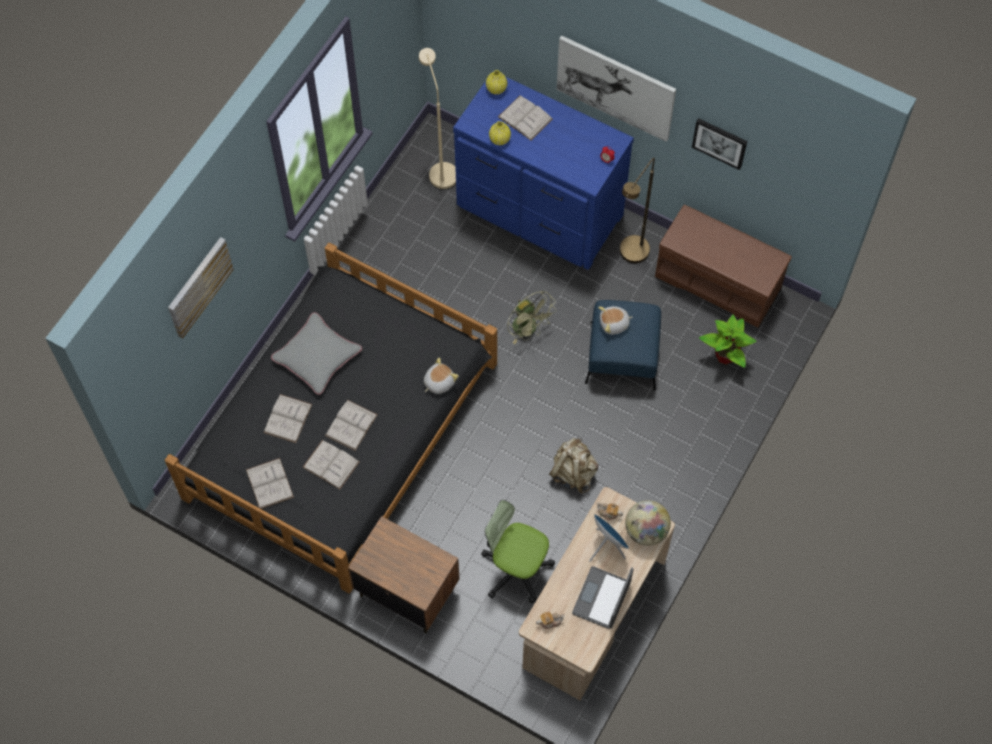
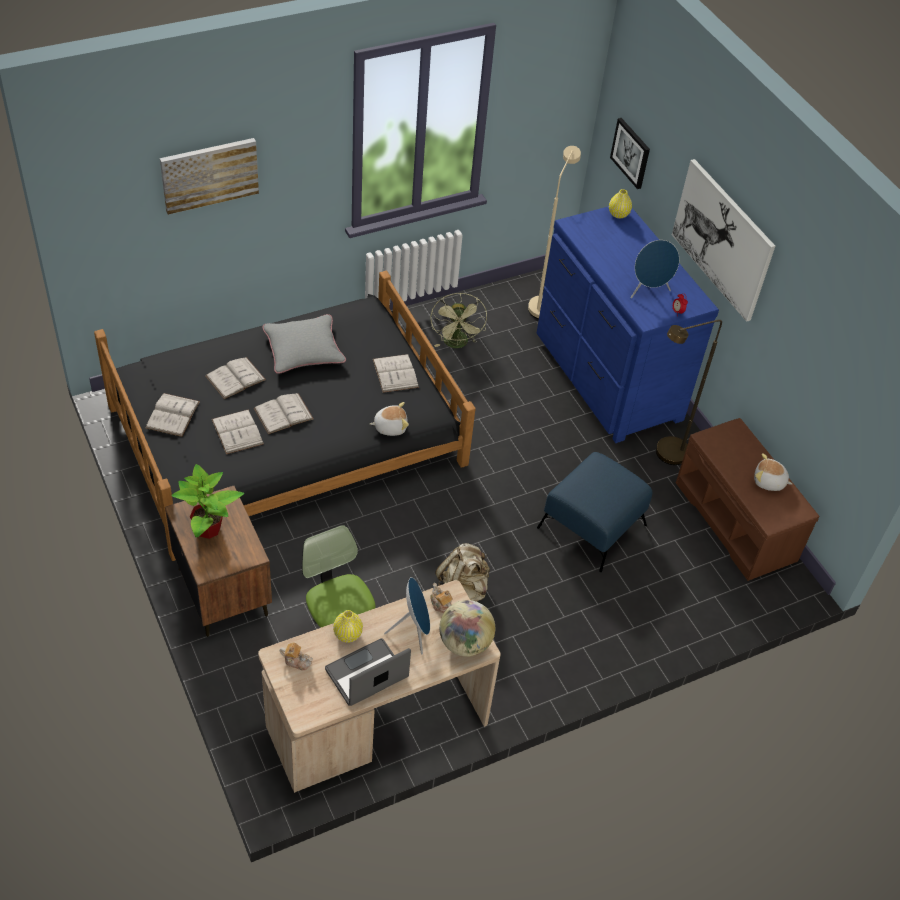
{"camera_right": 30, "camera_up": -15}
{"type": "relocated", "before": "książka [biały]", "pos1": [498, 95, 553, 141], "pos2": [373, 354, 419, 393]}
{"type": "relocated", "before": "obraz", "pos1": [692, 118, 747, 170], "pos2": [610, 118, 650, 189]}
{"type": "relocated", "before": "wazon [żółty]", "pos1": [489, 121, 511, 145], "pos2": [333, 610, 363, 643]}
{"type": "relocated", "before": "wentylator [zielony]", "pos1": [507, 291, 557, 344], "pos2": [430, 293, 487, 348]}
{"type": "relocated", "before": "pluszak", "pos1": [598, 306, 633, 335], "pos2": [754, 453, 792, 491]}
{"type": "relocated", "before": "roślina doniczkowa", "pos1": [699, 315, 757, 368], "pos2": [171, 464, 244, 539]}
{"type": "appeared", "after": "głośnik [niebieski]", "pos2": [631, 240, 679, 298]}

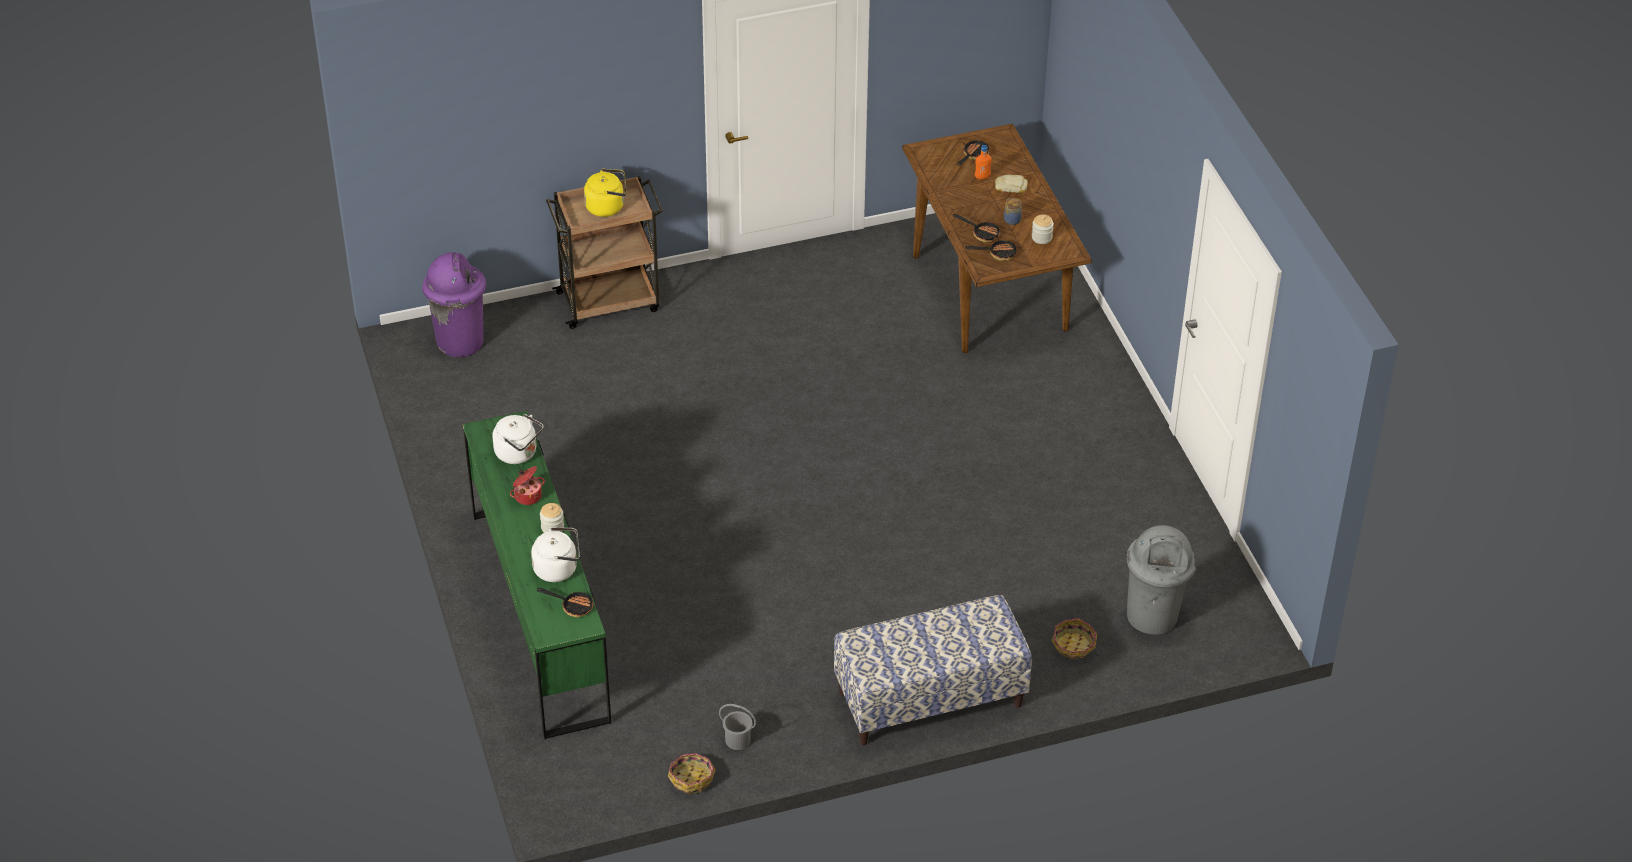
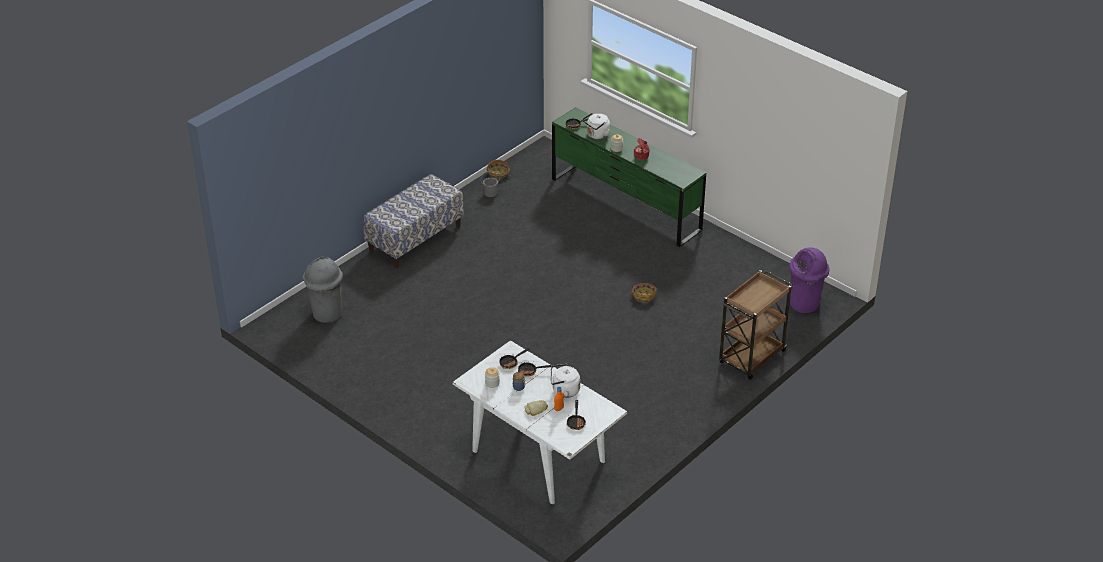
{"camera_right": 150, "camera_up": -5}
{"type": "colour", "before": "stół jadalny [brązowy]", "after": "stół jadalny [biały]", "pos1": [902, 124, 1092, 353], "pos2": [452, 340, 627, 504]}
{"type": "missing", "before": "czajnik [żółty]", "pos1": [584, 169, 627, 217]}
{"type": "relocated", "before": "czajnik [biały]", "pos1": [493, 414, 544, 464], "pos2": [551, 364, 580, 398]}
{"type": "relocated", "before": "koszyk", "pos1": [1052, 618, 1097, 662], "pos2": [631, 283, 657, 303]}

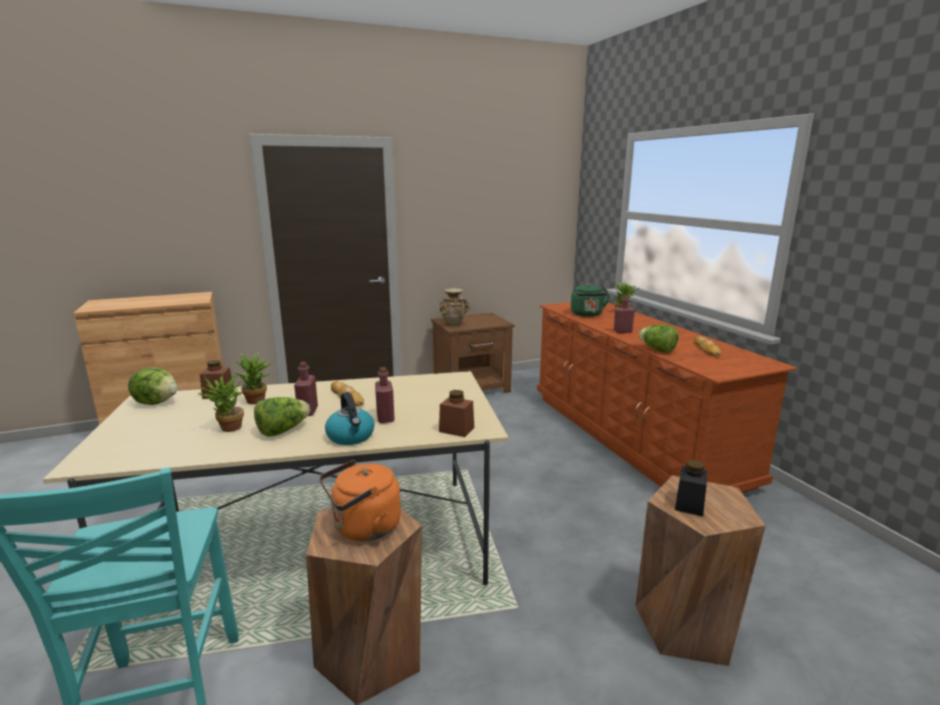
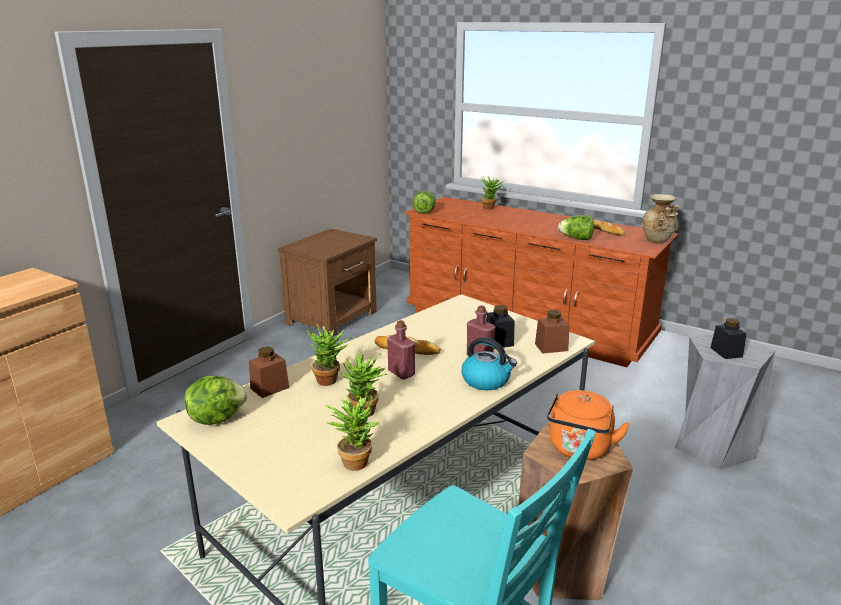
{"camera_right": -35, "camera_up": 5}
{"type": "missing", "before": "czajnik [zielony]", "pos1": [571, 283, 611, 317]}
{"type": "relocated", "before": "wazon [beżowy]", "pos1": [439, 288, 470, 326], "pos2": [641, 194, 679, 244]}
{"type": "missing", "before": "butelka [czerwony]", "pos1": [614, 296, 635, 333]}
{"type": "relocated", "before": "sałata", "pos1": [254, 397, 310, 437], "pos2": [413, 191, 436, 214]}
{"type": "colour", "before": "stołek [brązowy]", "after": "stołek [szary]", "pos1": [635, 475, 766, 666], "pos2": [675, 334, 775, 470]}
{"type": "appeared", "after": "słoik [czarny]", "pos2": [486, 305, 514, 349]}
{"type": "appeared", "after": "roślina doniczkowa", "pos2": [325, 394, 379, 471]}

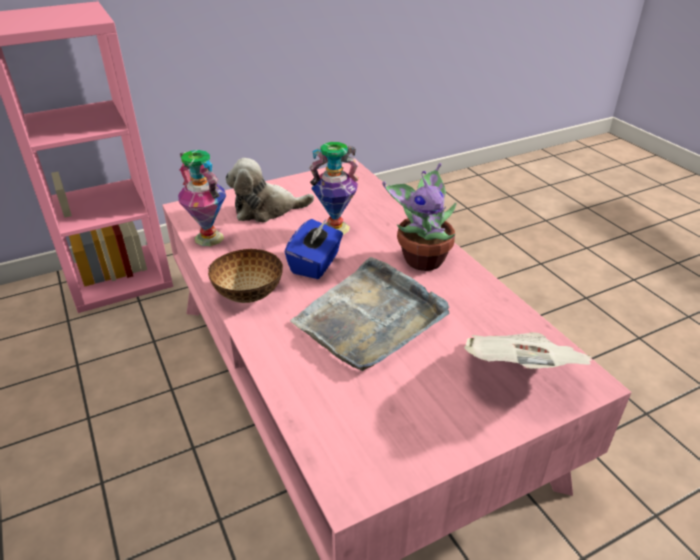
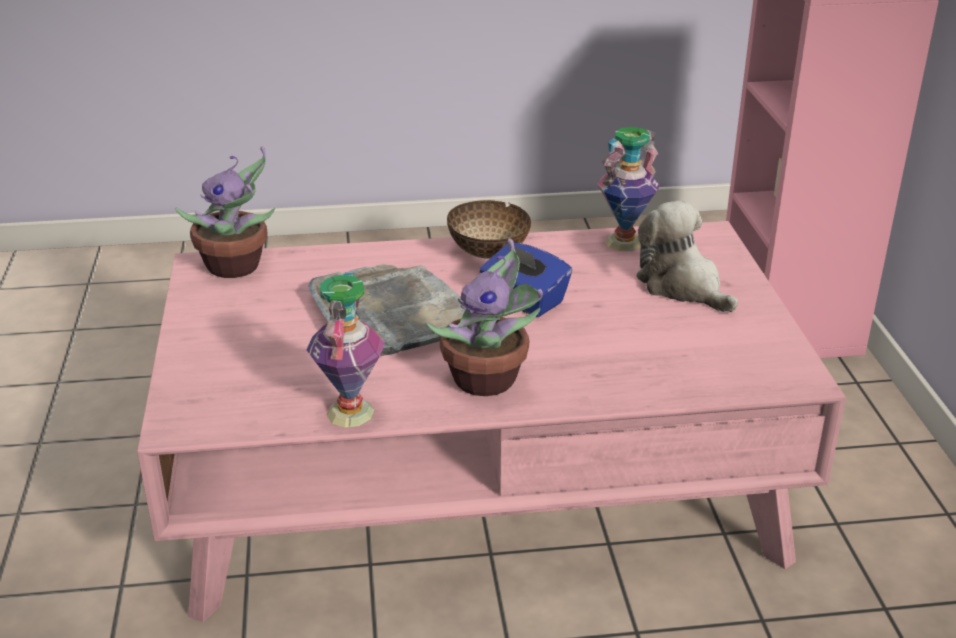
{"camera_right": 110, "camera_up": -5}
{"type": "relocated", "before": "wazon", "pos1": [309, 142, 359, 235], "pos2": [306, 273, 385, 428]}
{"type": "spun", "before": "pluszak", "pos1": [225, 158, 314, 223], "pos2": [636, 201, 738, 312], "turn": -45}
{"type": "missing", "before": "gazeta", "pos1": [464, 332, 591, 369]}
{"type": "appeared", "after": "roślina doniczkowa", "pos2": [175, 146, 275, 278]}

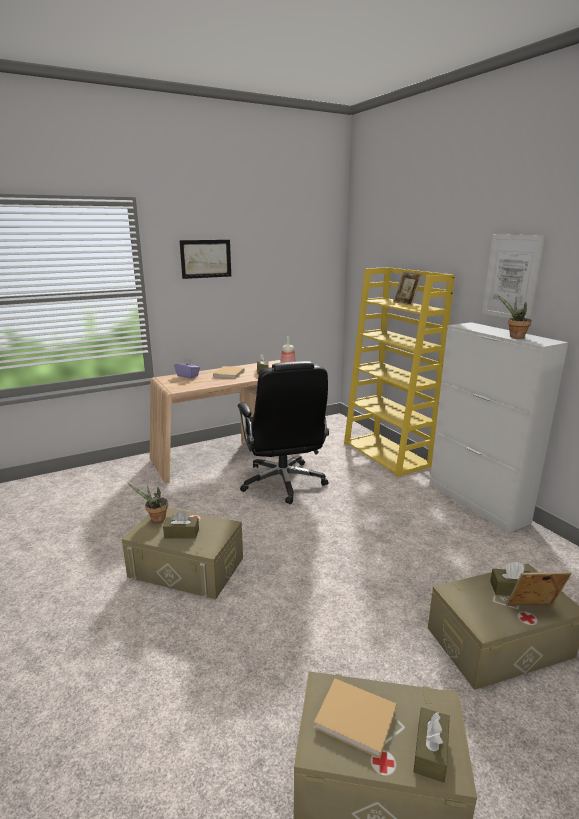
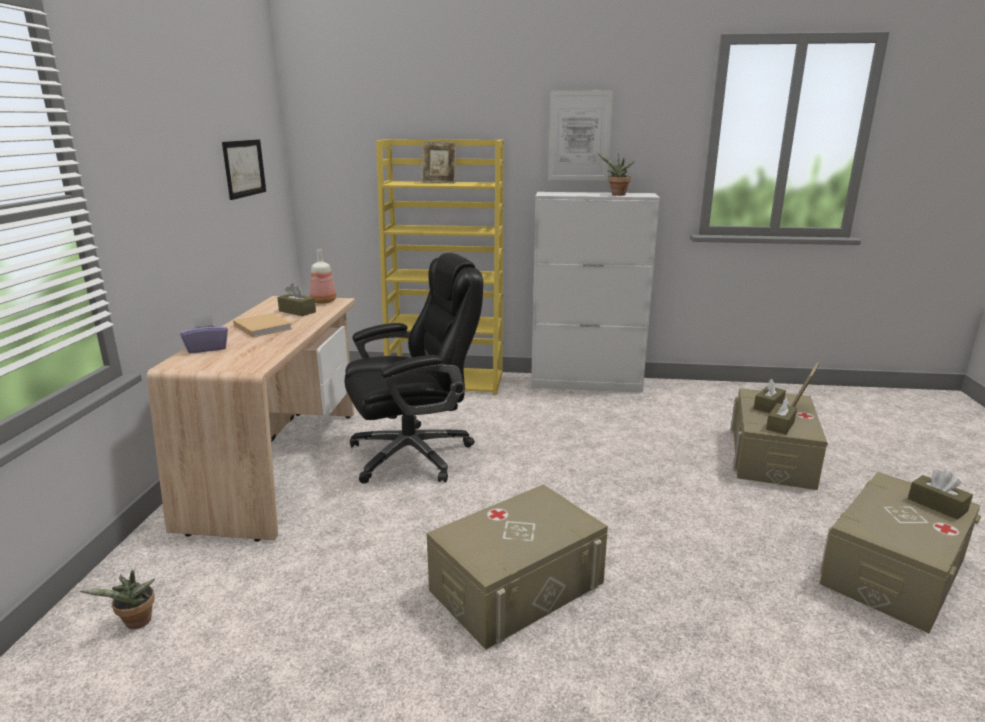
{"camera_right": -55, "camera_up": 0}
{"type": "relocated", "before": "obraz", "pos1": [179, 240, 231, 279], "pos2": [222, 139, 266, 200]}
{"type": "spun", "before": "krzesło biurowe [czarny]", "pos1": [238, 361, 329, 504], "pos2": [345, 253, 483, 484], "turn": -45}
{"type": "relocated", "before": "roślina doniczkowa", "pos1": [128, 483, 168, 522], "pos2": [80, 570, 155, 629]}
{"type": "relocated", "before": "pudełko chusteczek [brązowy]", "pos1": [163, 511, 199, 539], "pos2": [766, 398, 797, 435]}
{"type": "missing", "before": "książka [beżowy]", "pos1": [314, 679, 396, 759]}

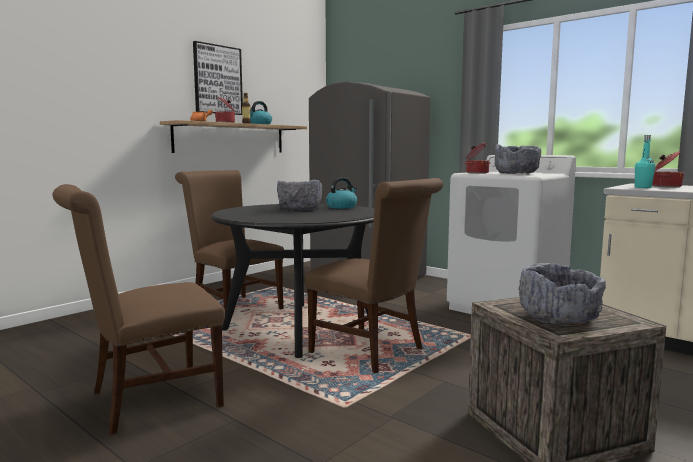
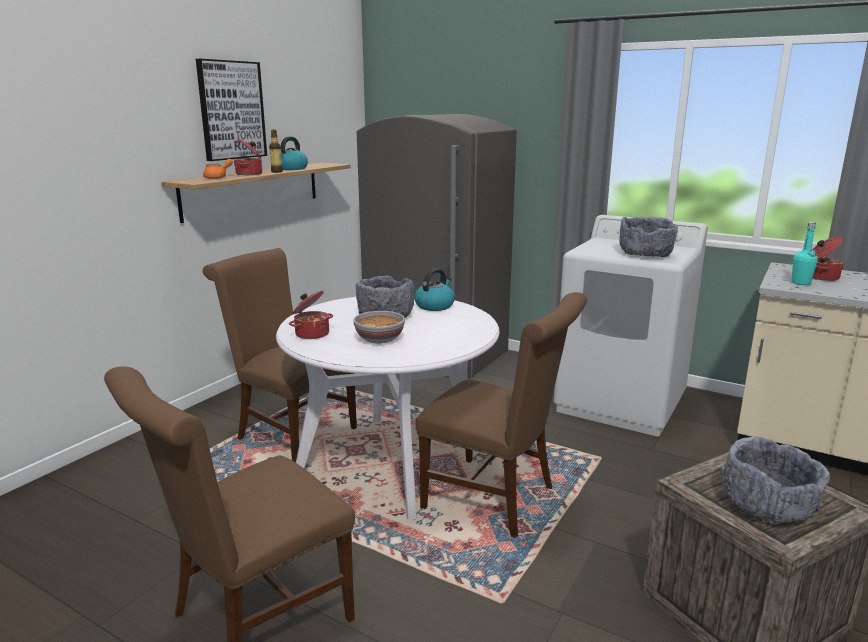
{"camera_right": -10, "camera_up": 10}
{"type": "relocated", "before": "garnek", "pos1": [465, 143, 491, 174], "pos2": [289, 291, 333, 339]}
{"type": "colour", "before": "stół jadalny [czarny]", "after": "stół jadalny [biały]", "pos1": [211, 204, 374, 358], "pos2": [276, 297, 500, 520]}
{"type": "appeared", "after": "miska", "pos2": [353, 311, 405, 343]}

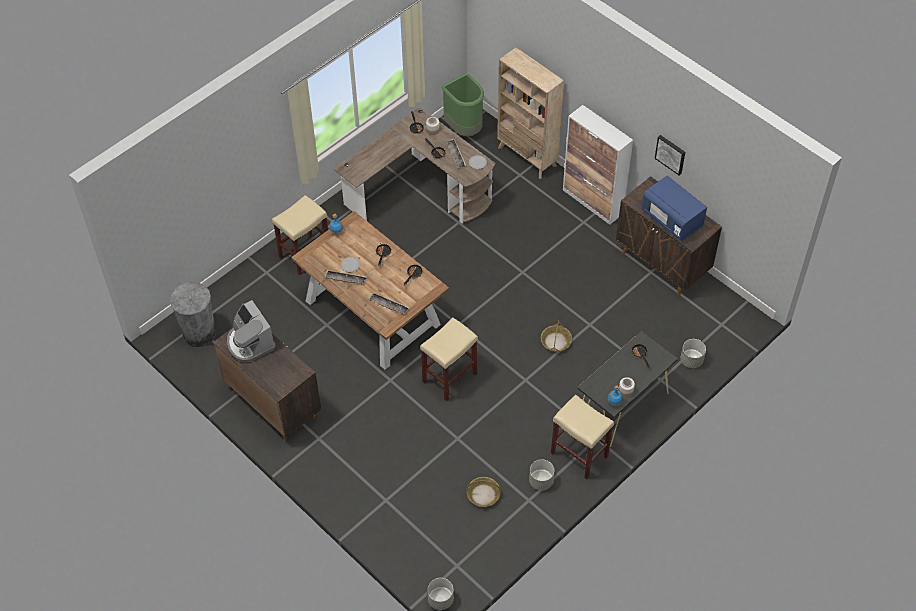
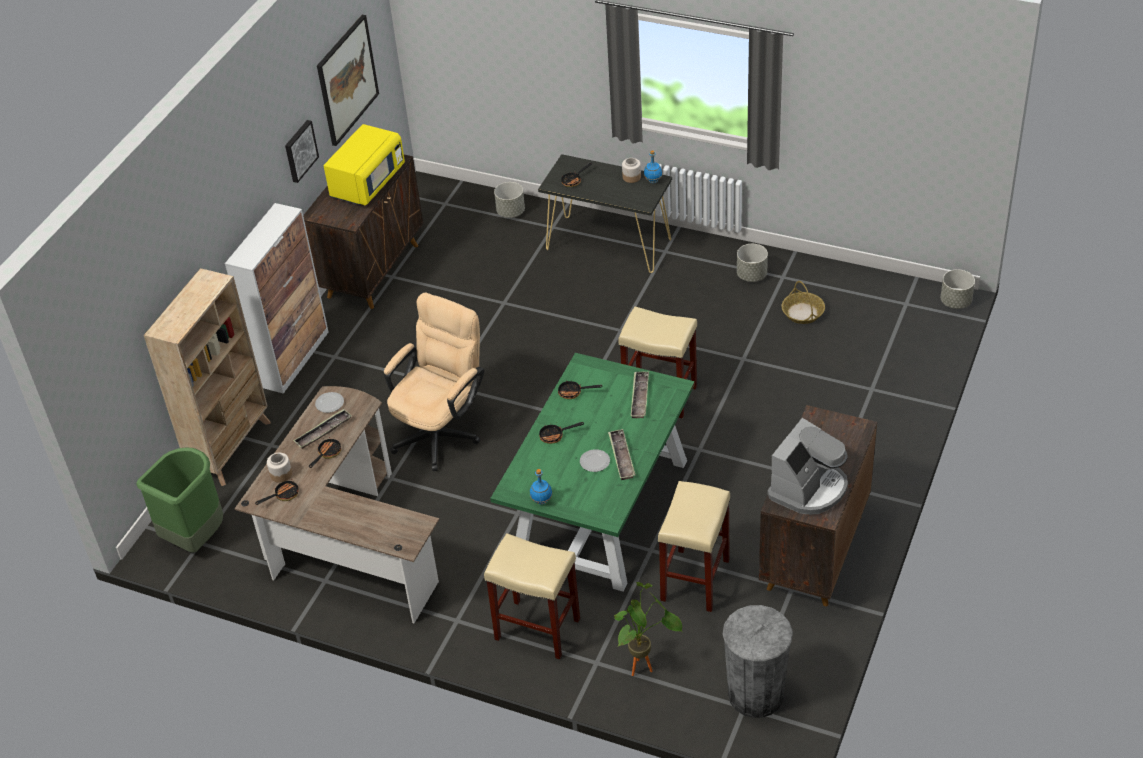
{"camera_right": -110, "camera_up": -10}
{"type": "colour", "before": "mikrofalówka [niebieski]", "after": "mikrofalówka [żółty]", "pos1": [641, 175, 707, 241], "pos2": [324, 124, 405, 205]}
{"type": "colour", "before": "stół jadalny [brązowy]", "after": "stół jadalny [zielony]", "pos1": [291, 211, 449, 370], "pos2": [490, 353, 695, 592]}
{"type": "missing", "before": "koszyk", "pos1": [541, 320, 572, 352]}
{"type": "relocated", "before": "stołek [beżowy]", "pos1": [551, 395, 614, 480], "pos2": [658, 481, 731, 612]}
{"type": "appeared", "after": "obraz", "pos2": [317, 15, 379, 146]}
{"type": "appeared", "after": "krzesło biurowe [beżowy]", "pos2": [384, 292, 485, 471]}
{"type": "appeared", "after": "roślina doniczkowa", "pos2": [614, 582, 682, 676]}

